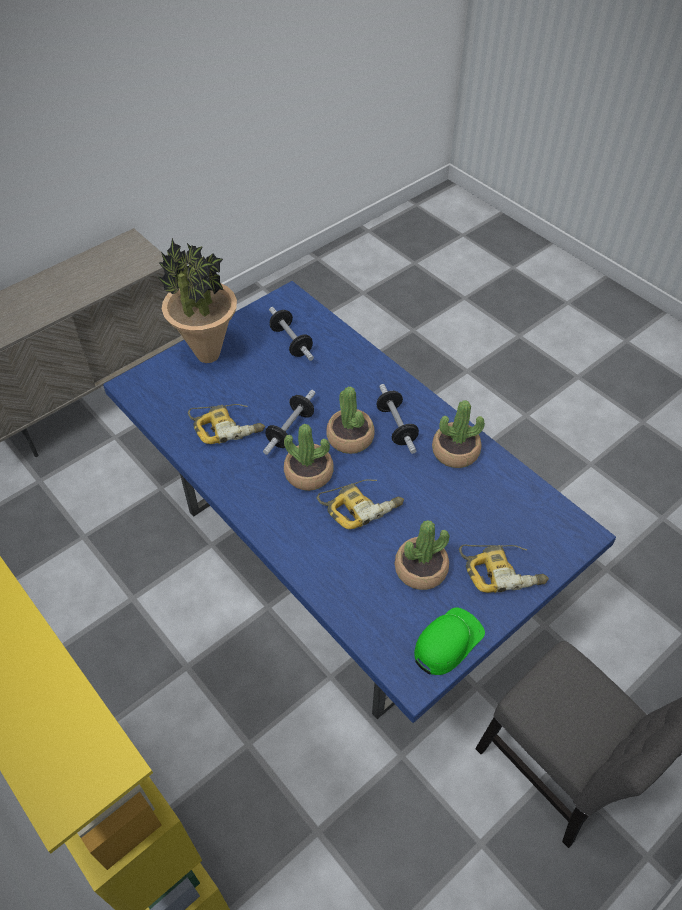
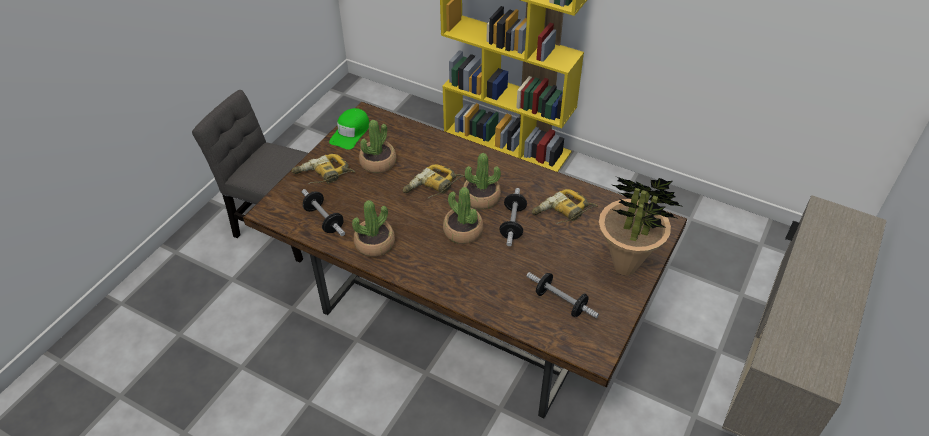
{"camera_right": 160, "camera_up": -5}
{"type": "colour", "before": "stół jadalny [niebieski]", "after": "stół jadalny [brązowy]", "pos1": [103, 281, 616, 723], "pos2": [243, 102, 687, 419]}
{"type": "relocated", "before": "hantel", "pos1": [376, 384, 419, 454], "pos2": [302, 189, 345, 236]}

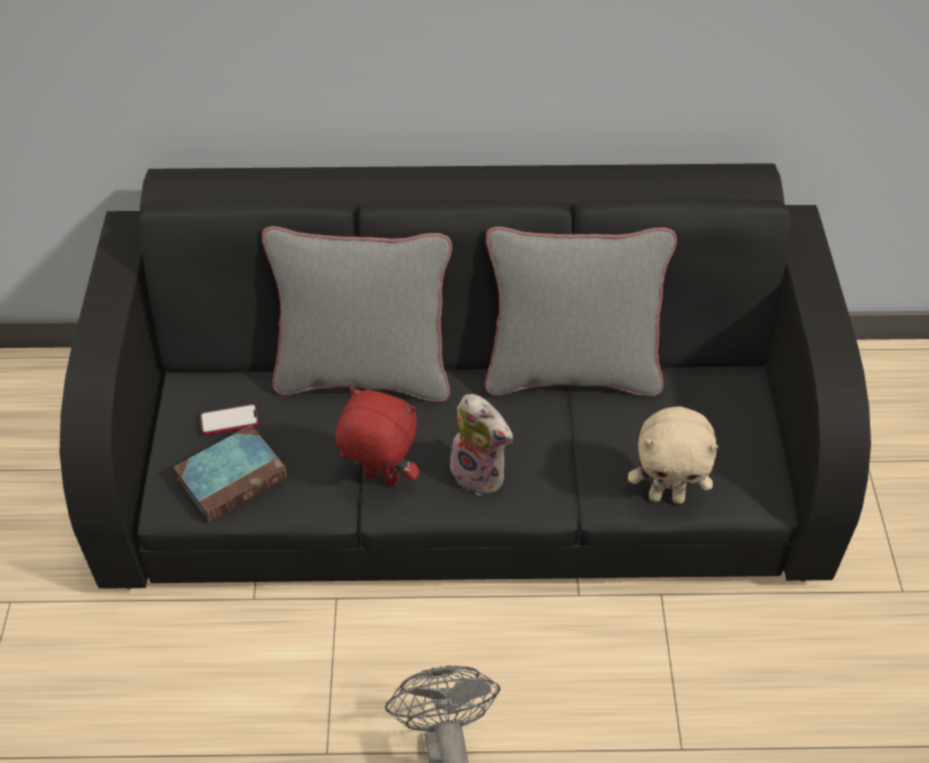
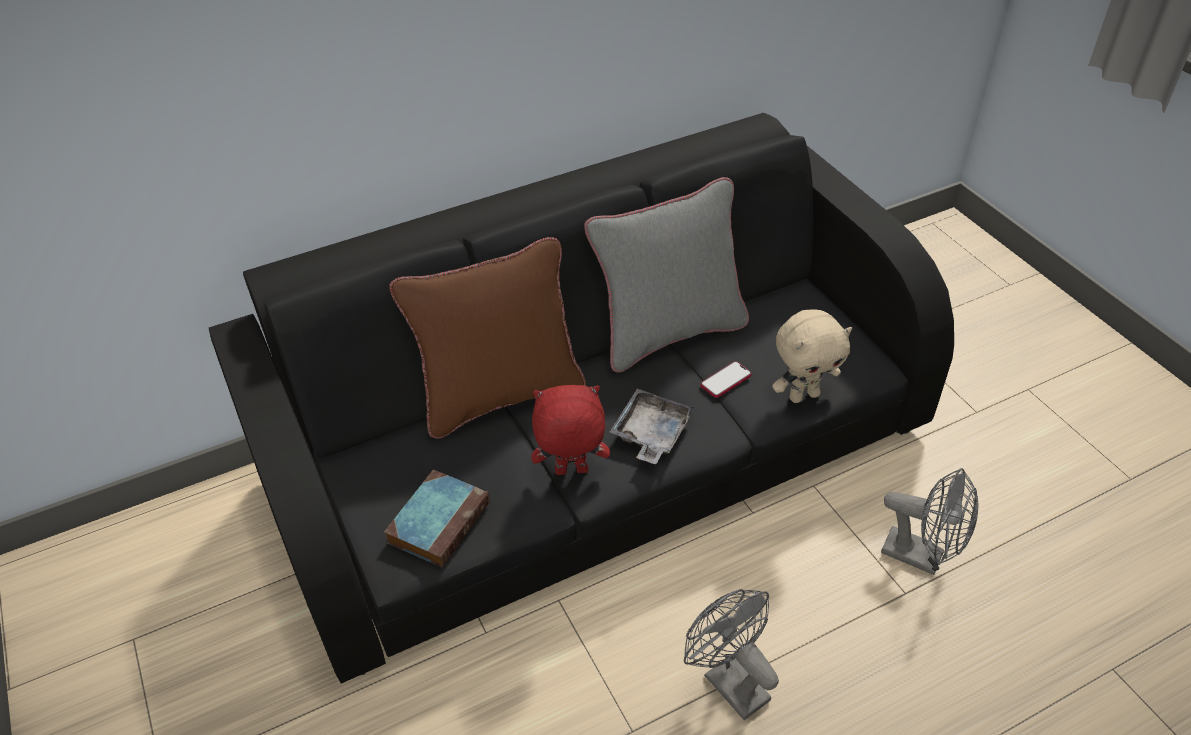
{"camera_right": -25, "camera_up": -5}
{"type": "colour", "before": "poduszka [szary]", "after": "poduszka [brązowy]", "pos1": [262, 226, 452, 402], "pos2": [389, 237, 586, 439]}
{"type": "exchanged", "before": "pluszak", "after": "taca [szary]", "pos1": [450, 394, 513, 496], "pos2": [610, 389, 695, 464]}
{"type": "relocated", "before": "telefon", "pos1": [200, 404, 259, 435], "pos2": [701, 361, 752, 398]}
{"type": "appeared", "after": "wentylator [szary]", "pos2": [881, 468, 978, 575]}

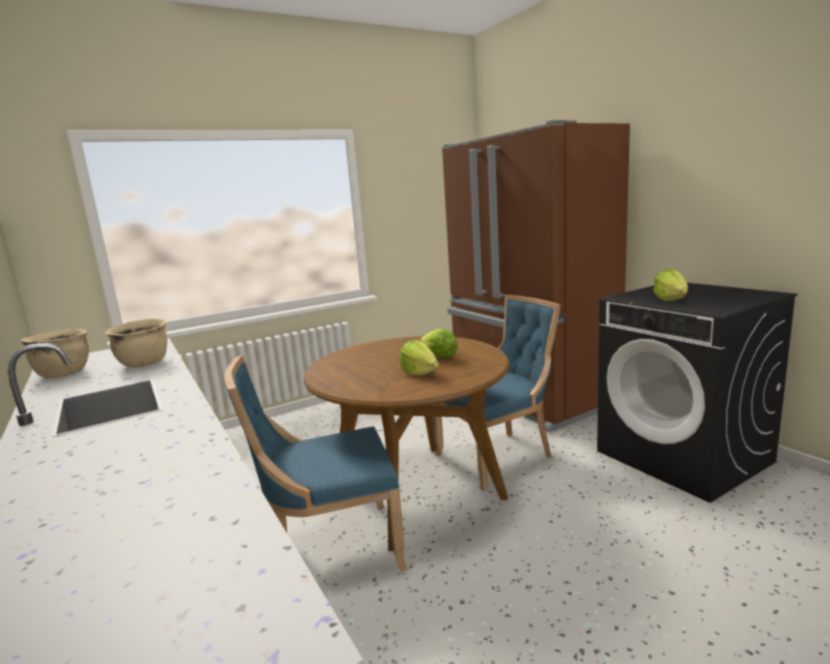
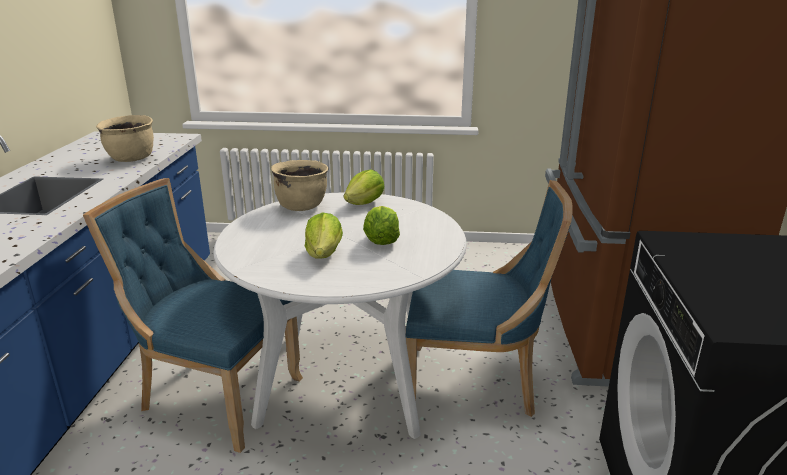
{"camera_right": 35, "camera_up": 10}
{"type": "relocated", "before": "sałata", "pos1": [653, 269, 688, 301], "pos2": [344, 169, 384, 205]}
{"type": "relocated", "before": "garnek [beżowy]", "pos1": [21, 329, 89, 378], "pos2": [271, 160, 328, 211]}
{"type": "colour", "before": "stół jadalny [brązowy]", "after": "stół jadalny [biały]", "pos1": [304, 336, 509, 551], "pos2": [213, 192, 467, 439]}

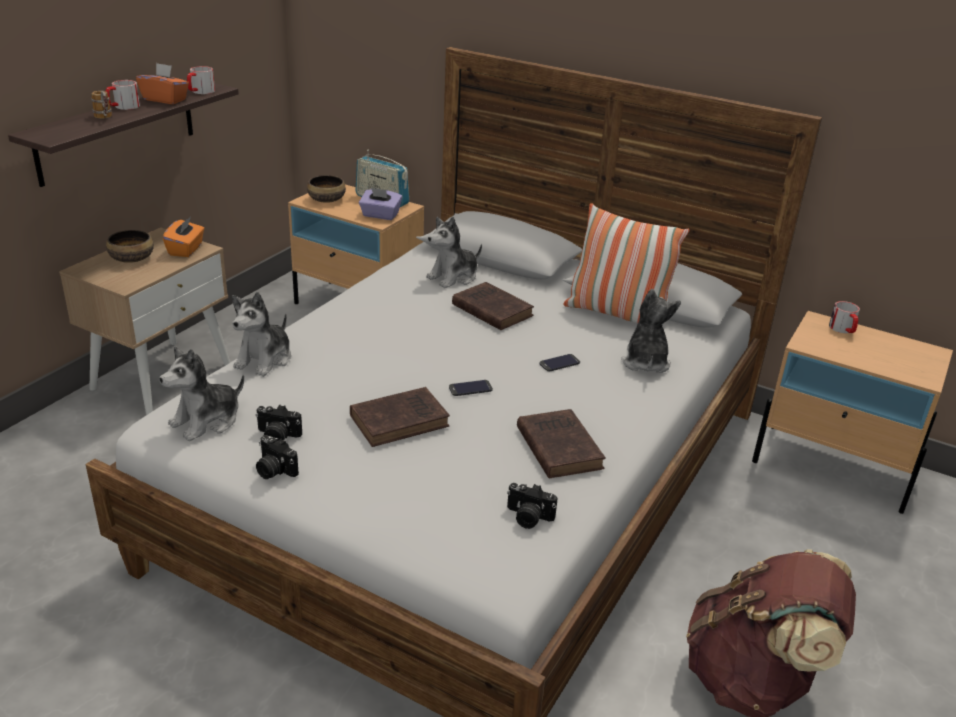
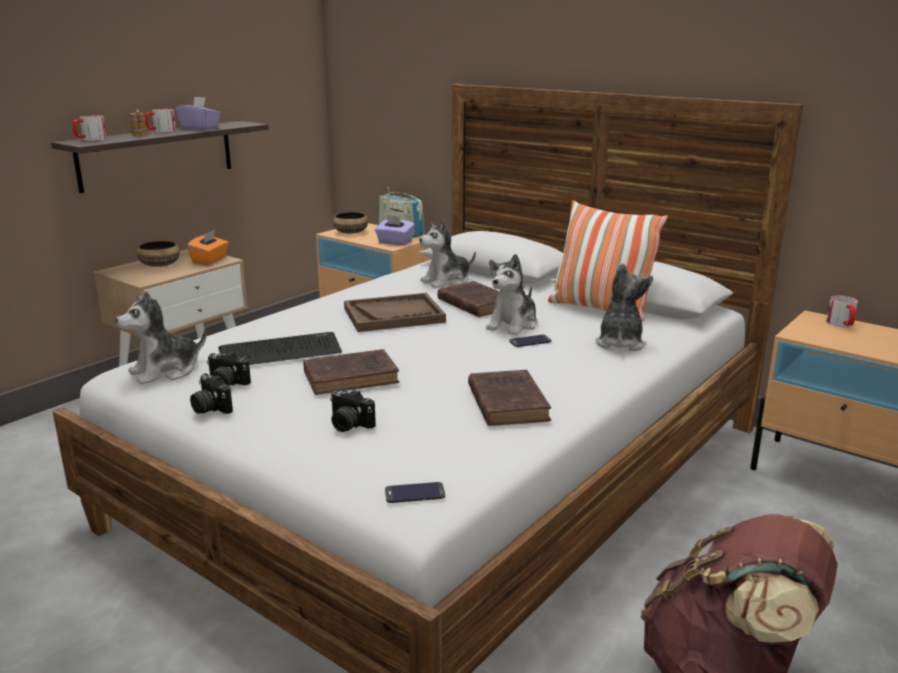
{"camera_right": 10, "camera_up": -10}
{"type": "colour", "before": "pudełko chusteczek [pomarańczowy]", "after": "pudełko chusteczek [fioletowy]", "pos1": [136, 63, 189, 104], "pos2": [175, 97, 221, 130]}
{"type": "relocated", "before": "kubek", "pos1": [187, 66, 215, 94], "pos2": [73, 115, 107, 141]}
{"type": "relocated", "before": "pluszak", "pos1": [232, 292, 291, 377], "pos2": [486, 254, 538, 335]}
{"type": "relocated", "before": "telefon", "pos1": [449, 380, 493, 396], "pos2": [385, 482, 445, 503]}
{"type": "relocated", "before": "aparat fotograficzny", "pos1": [507, 483, 558, 529], "pos2": [330, 390, 376, 432]}
{"type": "appeared", "after": "taca [brązowy]", "pos2": [344, 293, 446, 332]}
{"type": "appeared", "after": "klawiatura", "pos2": [218, 332, 342, 365]}

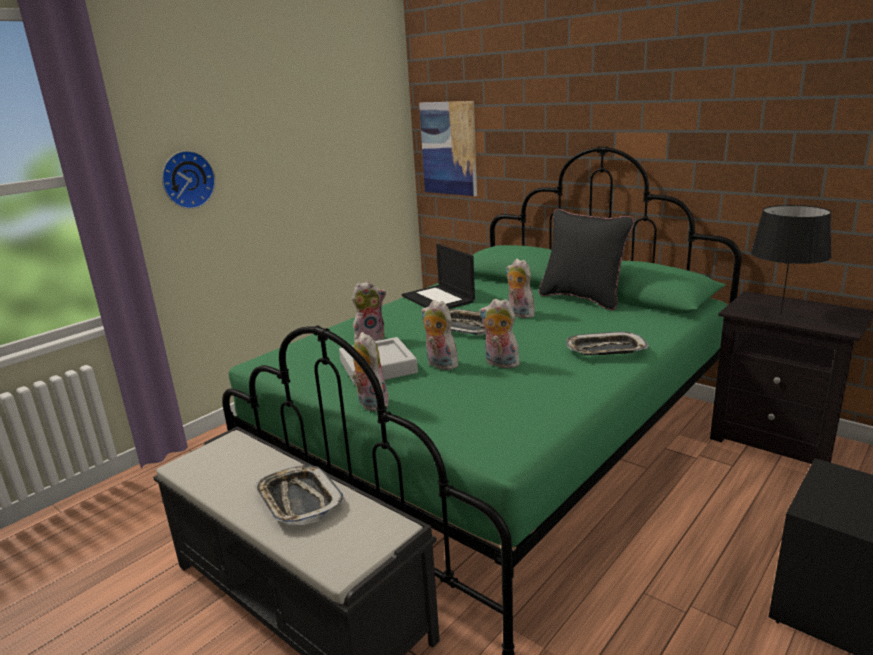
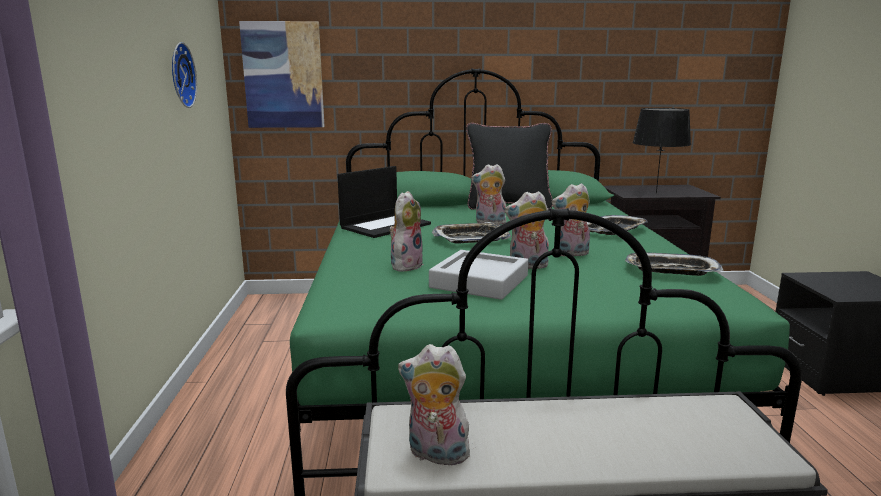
{"camera_right": -45, "camera_up": -5}
{"type": "relocated", "before": "zegar ścienny", "pos1": [162, 150, 216, 209], "pos2": [172, 42, 197, 108]}
{"type": "spun", "before": "laptop", "pos1": [402, 244, 475, 309], "pos2": [337, 166, 431, 238], "turn": -60}
{"type": "relocated", "before": "pluszak", "pos1": [351, 332, 391, 412], "pos2": [398, 344, 470, 465]}
{"type": "relocated", "before": "taca", "pos1": [254, 465, 345, 525], "pos2": [625, 252, 724, 276]}

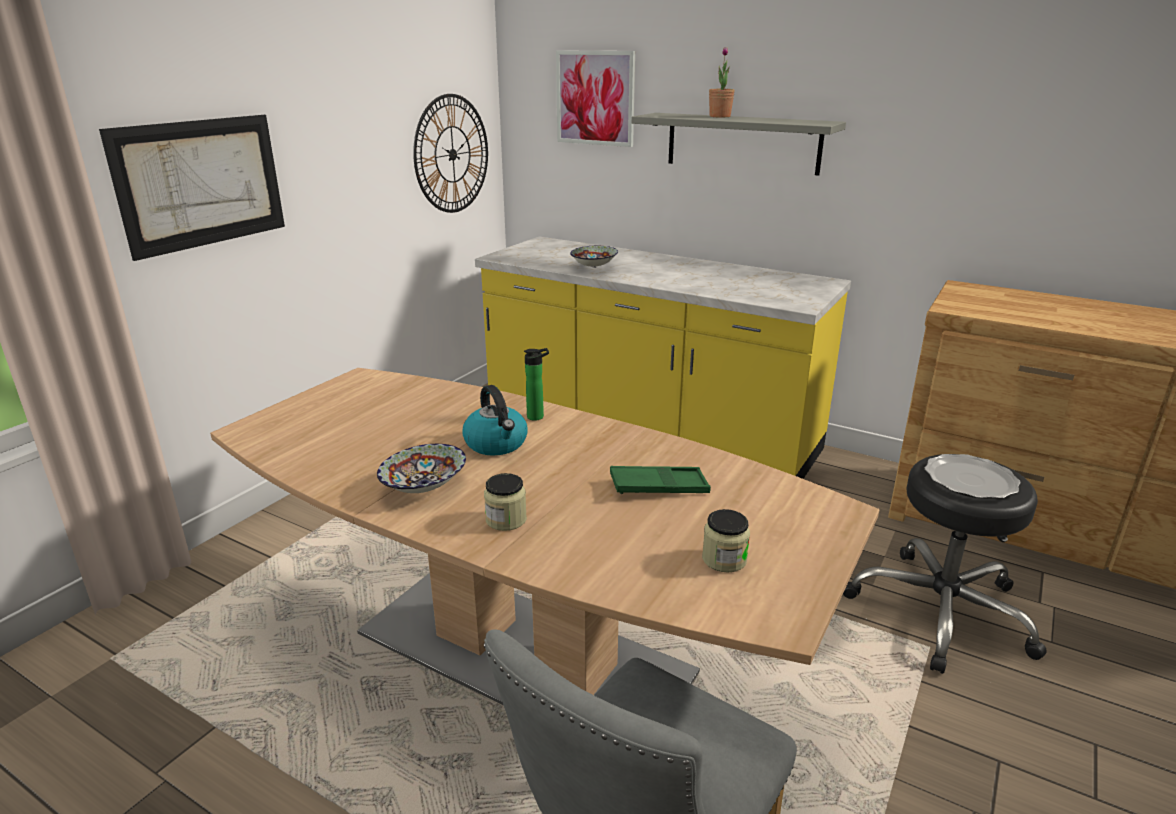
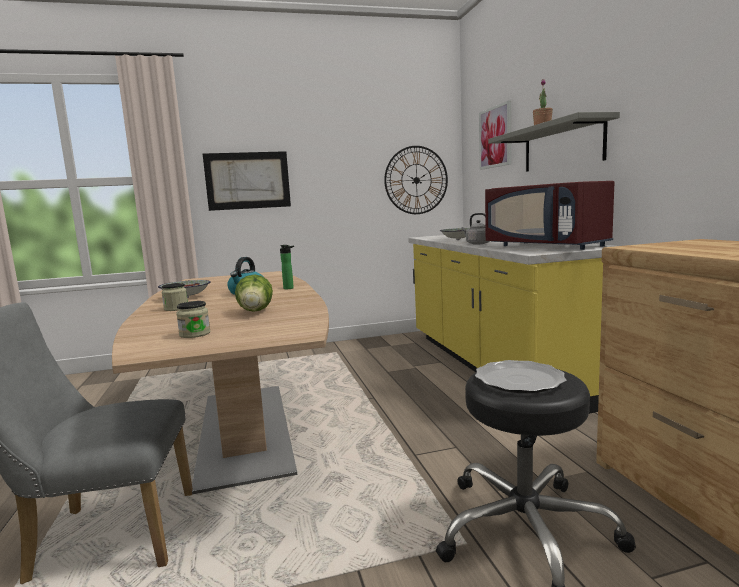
{"camera_right": 45, "camera_up": -15}
{"type": "exchanged", "before": "taca [zielony]", "after": "sałata", "pos1": [610, 466, 711, 494], "pos2": [235, 275, 273, 312]}
{"type": "appeared", "after": "mikrofalówka [czerwony]", "pos2": [485, 181, 614, 250]}
{"type": "appeared", "after": "czajnik [szary]", "pos2": [461, 213, 489, 244]}

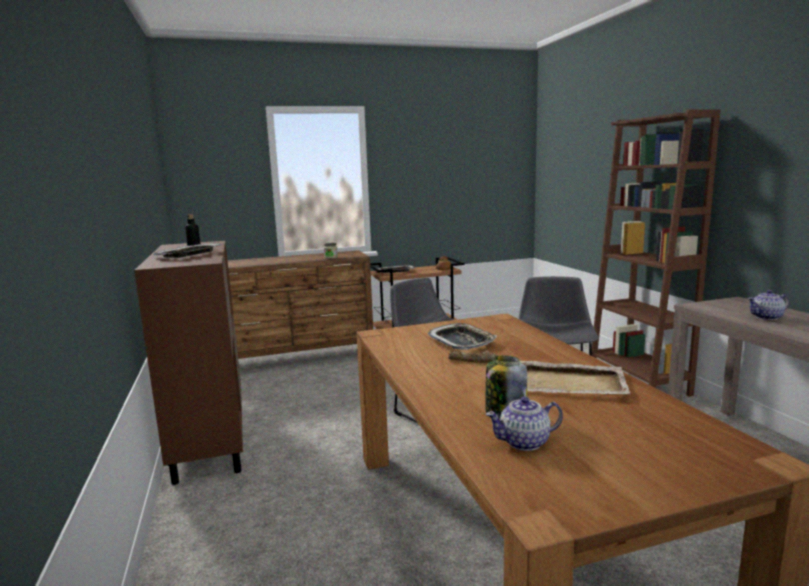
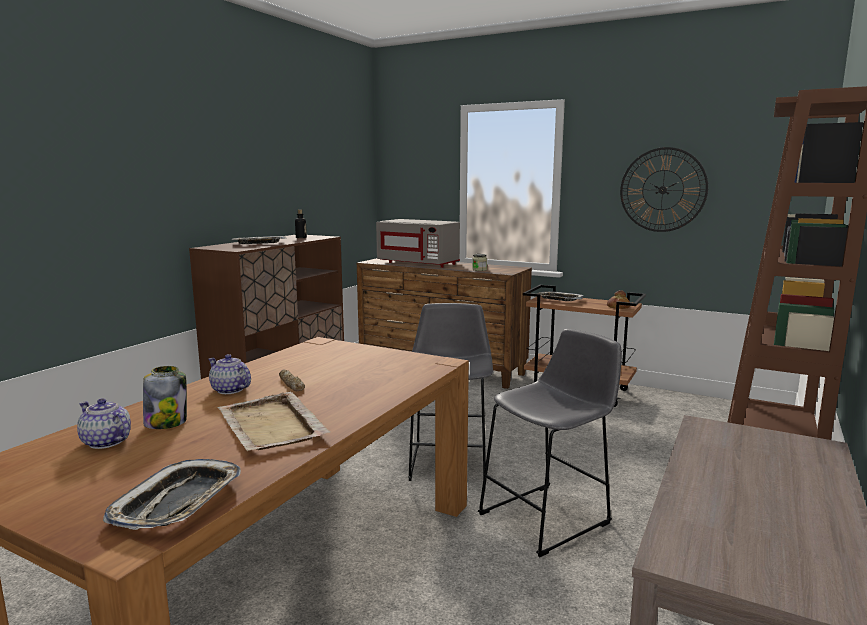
{"camera_right": 45, "camera_up": 0}
{"type": "relocated", "before": "imbryk", "pos1": [747, 290, 789, 320], "pos2": [208, 354, 251, 394]}
{"type": "relocated", "before": "taca", "pos1": [427, 323, 497, 350], "pos2": [103, 459, 241, 530]}
{"type": "appeared", "after": "zegar ścienny", "pos2": [620, 147, 708, 232]}
{"type": "appeared", "after": "mikrofalówka [szary]", "pos2": [376, 219, 460, 268]}

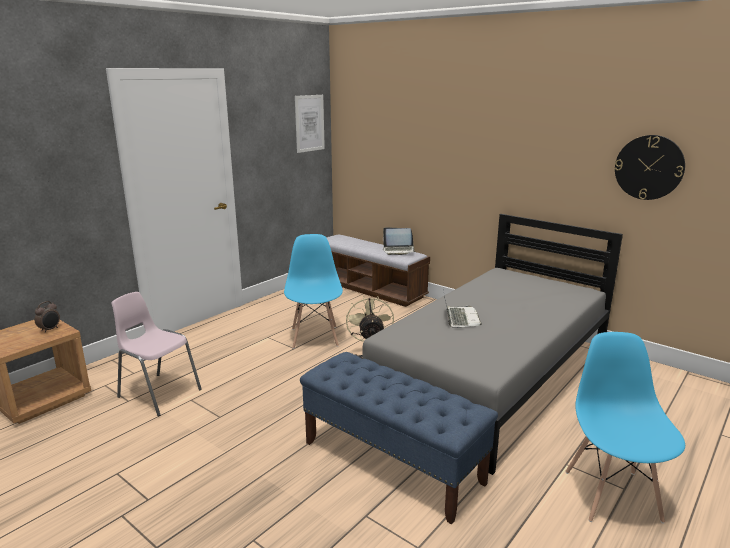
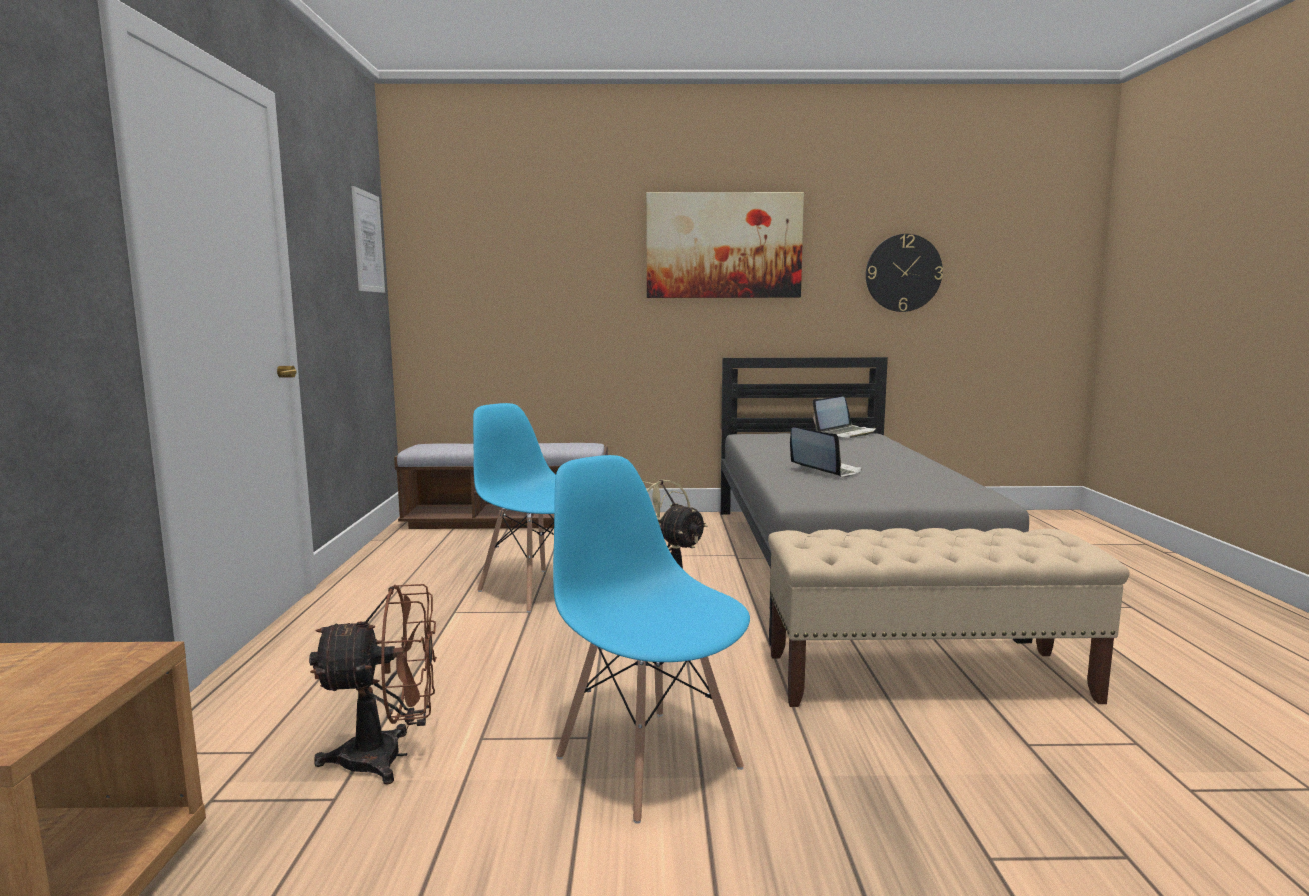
{"camera_right": -40, "camera_up": -10}
{"type": "relocated", "before": "laptop", "pos1": [383, 227, 415, 255], "pos2": [813, 397, 876, 438]}
{"type": "exchanged", "before": "krzesło [różowy]", "after": "wentylator [brązowy]", "pos1": [111, 292, 202, 416], "pos2": [309, 584, 437, 785]}
{"type": "missing", "before": "budzik", "pos1": [35, 301, 60, 333]}
{"type": "relocated", "before": "krzesło [niebieski]", "pos1": [566, 332, 685, 523], "pos2": [553, 455, 750, 824]}
{"type": "colour", "before": "ławka [niebieski]", "after": "ławka [beżowy]", "pos1": [300, 352, 498, 524], "pos2": [768, 528, 1129, 707]}
{"type": "appeared", "after": "obraz", "pos2": [646, 192, 804, 298]}

